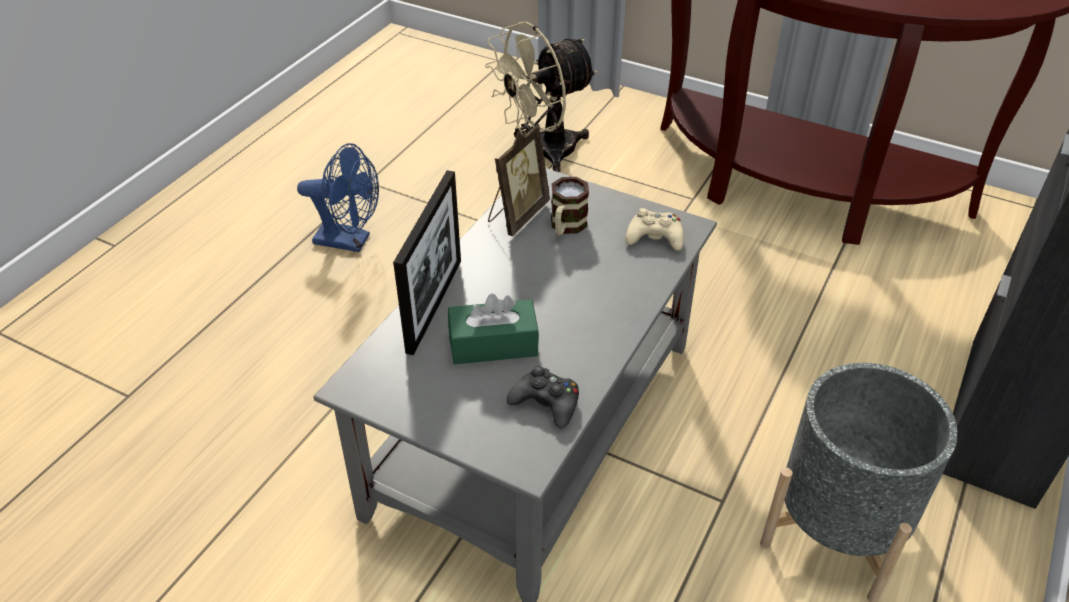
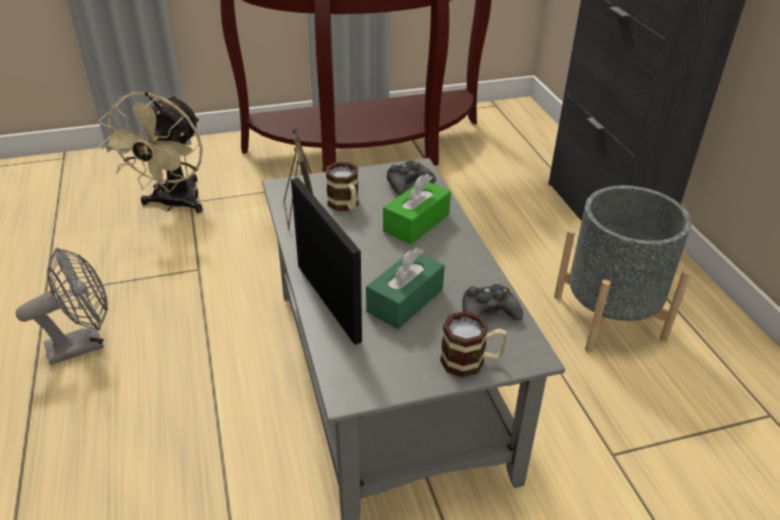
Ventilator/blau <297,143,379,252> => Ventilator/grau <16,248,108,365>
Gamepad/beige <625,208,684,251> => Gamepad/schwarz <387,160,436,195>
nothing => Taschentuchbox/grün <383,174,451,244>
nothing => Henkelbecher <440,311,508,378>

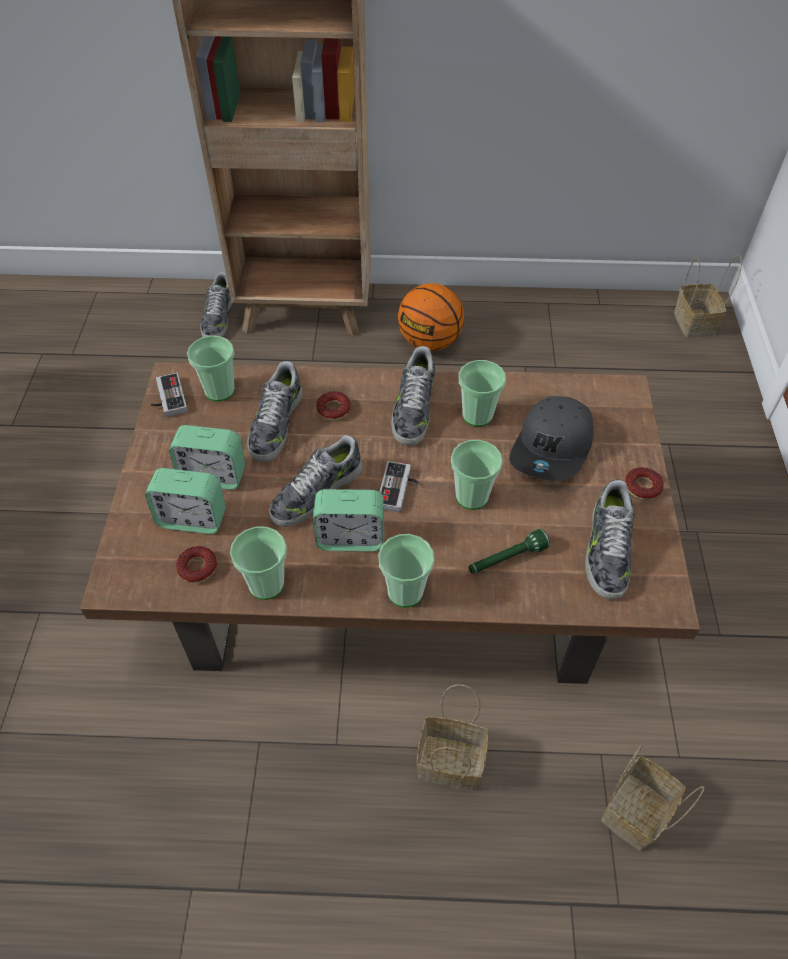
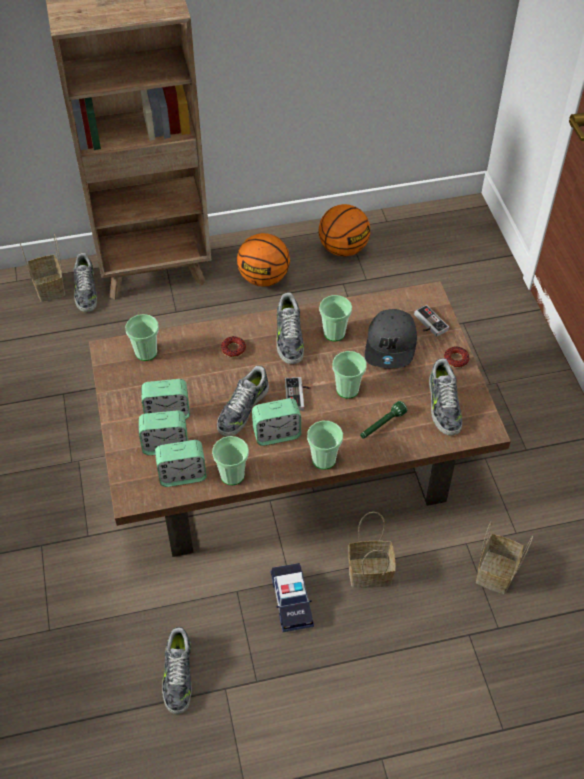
Gamepad <151,372,188,417> => Gamepad <414,305,449,337>, shifted
Donut <176,546,217,583> => Wecker <155,440,207,487>
Schuh <247,361,302,462> => Schuh <162,627,192,714>, shifted
Korb <674,255,742,337> => Korb <20,234,65,302>, shifted
nothing => Spielzeugauto <270,563,314,632>
nothing => Basketball <318,204,370,256>

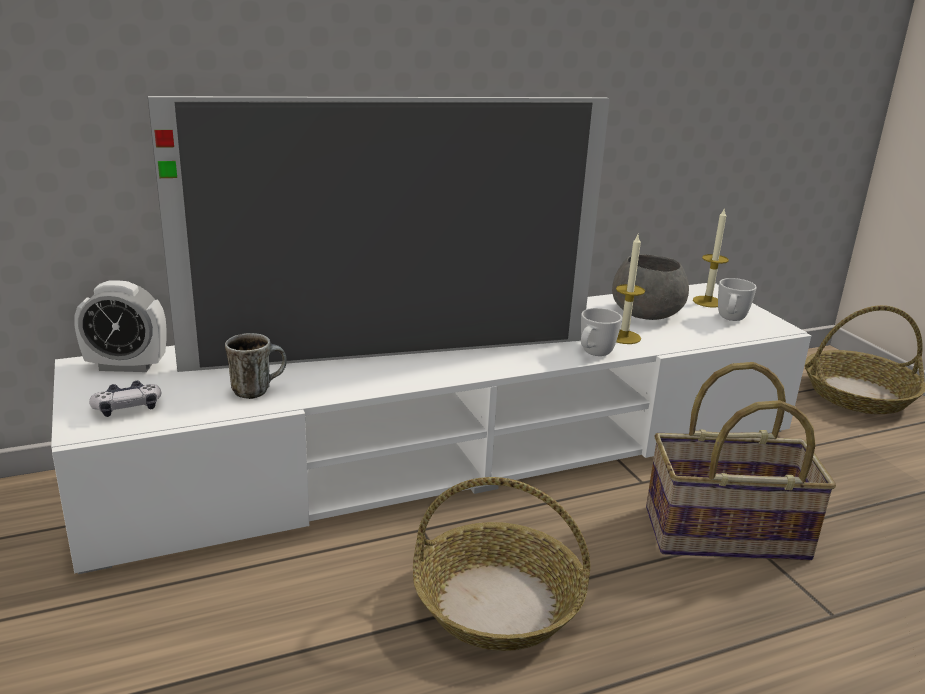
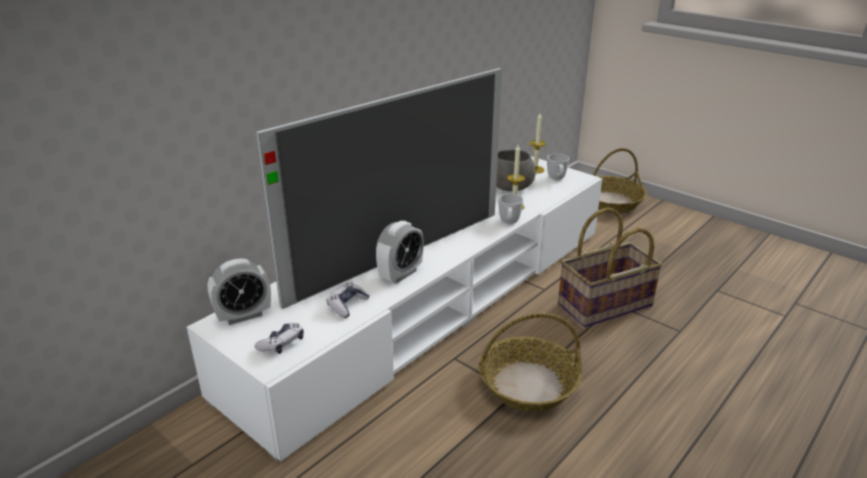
Henkelbecher <225,333,287,399> => Gamepad <327,282,370,318>
nothing => Wecker <376,221,424,284>

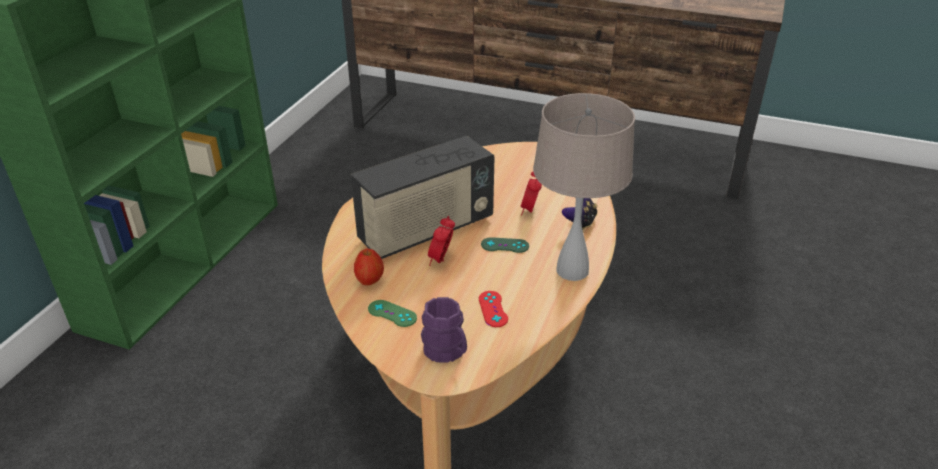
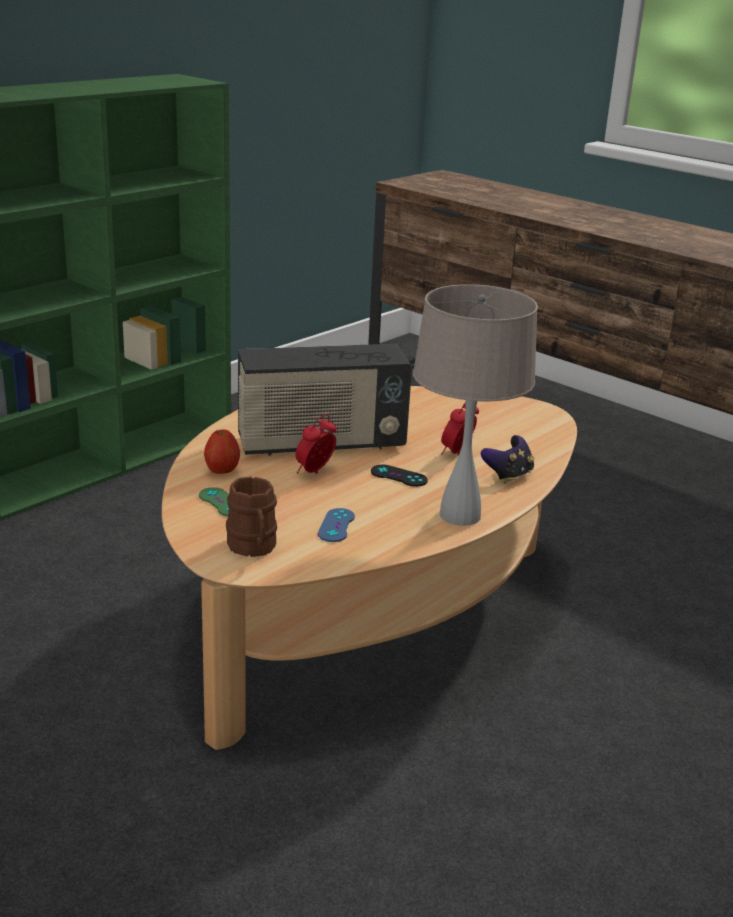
Henkelbecher/lila <421,297,467,363> => Henkelbecher/braun <226,476,277,557>
Gamepad/rot <479,291,508,327> => Gamepad/blau <318,508,355,542>
Gamepad/grün <481,237,529,253> => Gamepad/schwarz <371,465,428,487>

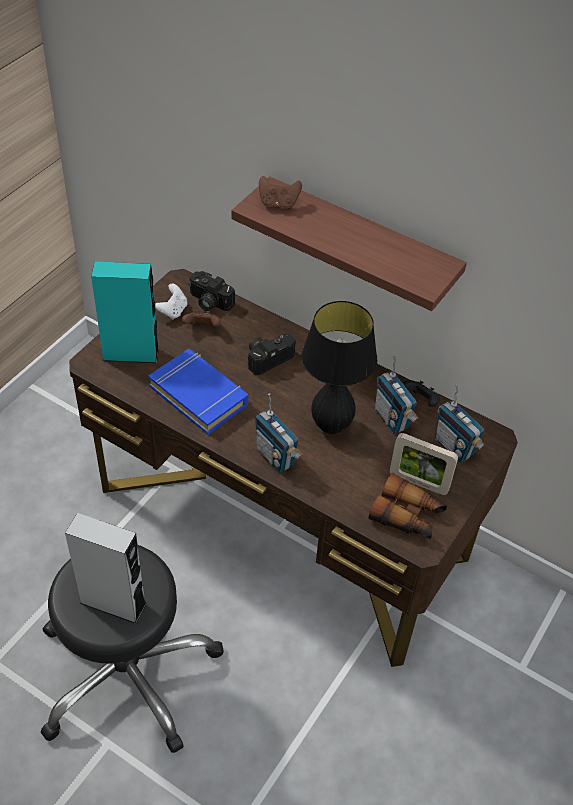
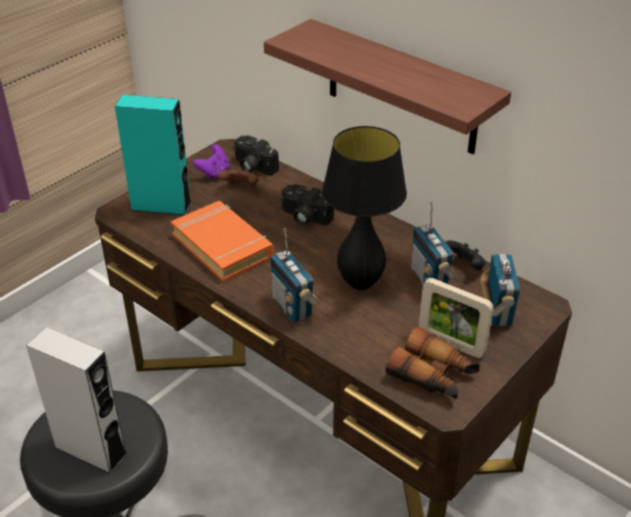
Buch/blau <148,349,248,435> => Buch/orange <171,201,273,282>
Gamepad/weiß <155,284,187,320> => Gamepad/lila <193,145,229,179>
Kamera <248,333,296,376> => Kamera <281,184,334,226>, 120 degrees counterclockwise
Gamepad/braun <259,176,302,209> => nothing
Radio <435,384,484,463> => Radio <481,254,520,326>, 150 degrees counterclockwise

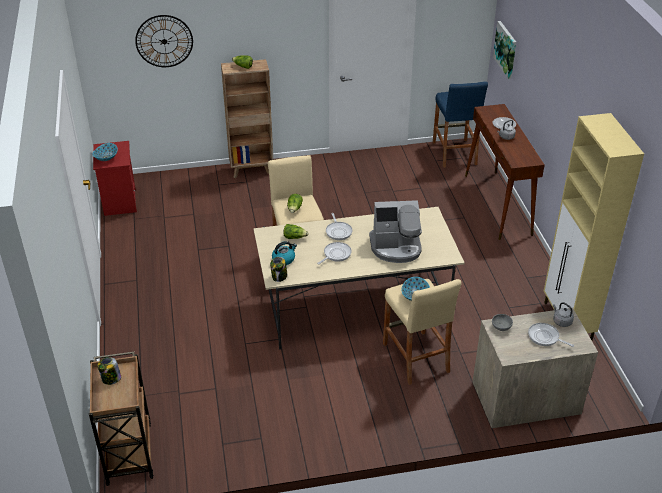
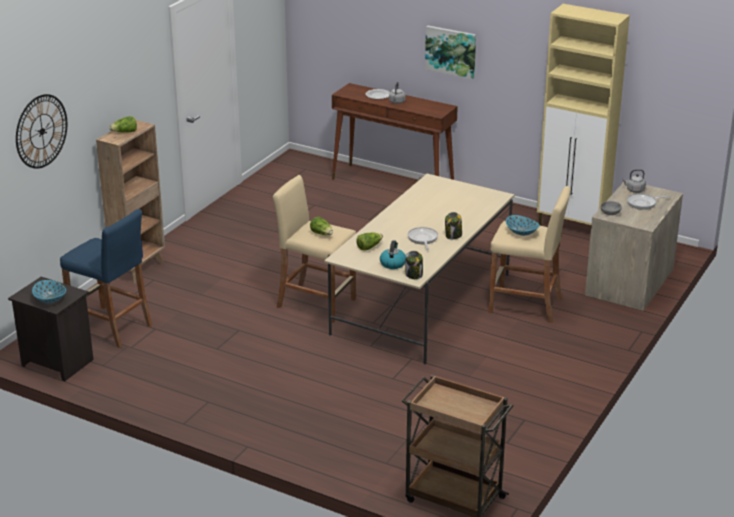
Nachttisch/rot <93,141,137,216> => Nachttisch/schwarz <8,277,94,381>
Vorratsglas <98,357,121,385> => Vorratsglas <445,212,462,240>, shifted
Pfanne <326,213,352,240> => nothing
Kaffeemaschine <369,200,422,263> => nothing
Hocker/blau <433,81,488,168> => Hocker/blau <60,209,152,348>, shifted
Bild <493,21,516,79> => Bild <425,26,476,79>, shifted

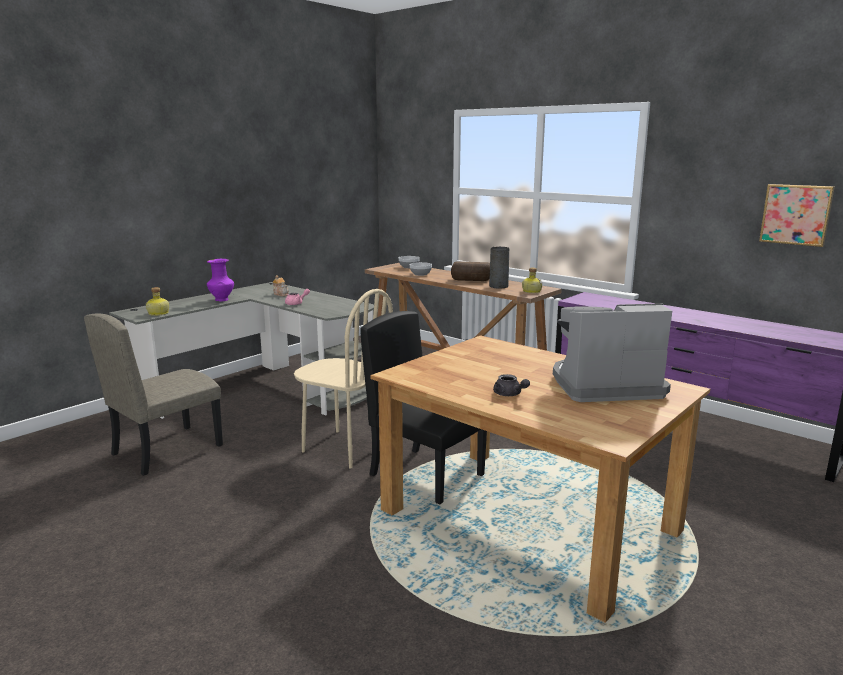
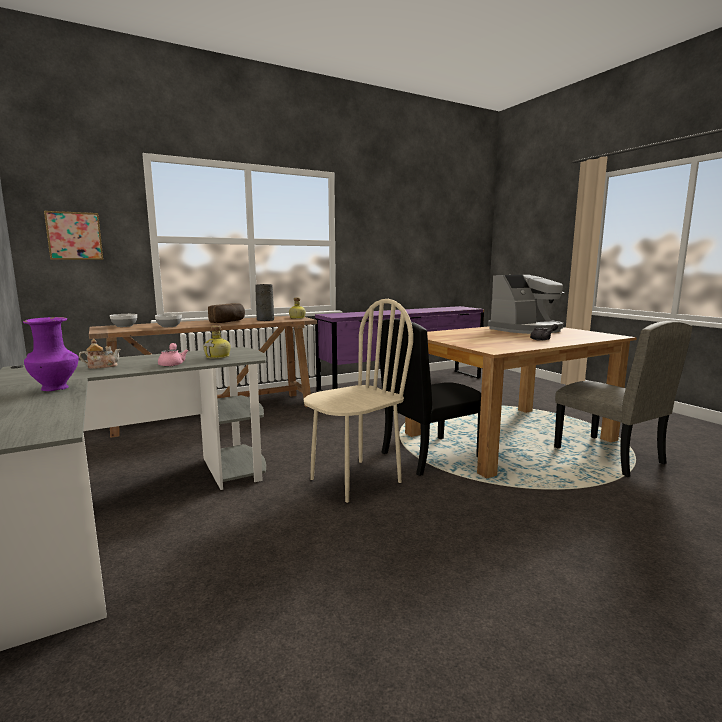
Stuhl/beige <84,313,223,476> => Stuhl/beige <554,321,692,477>, shifted
Flasche <146,287,169,316> => Flasche <203,325,231,359>, shifted
Kaffeemaschine <553,303,672,402> => Kaffeemaschine <488,275,565,334>, 135 degrees counterclockwise
Bild <759,184,835,247> => Bild <44,211,103,260>, shifted

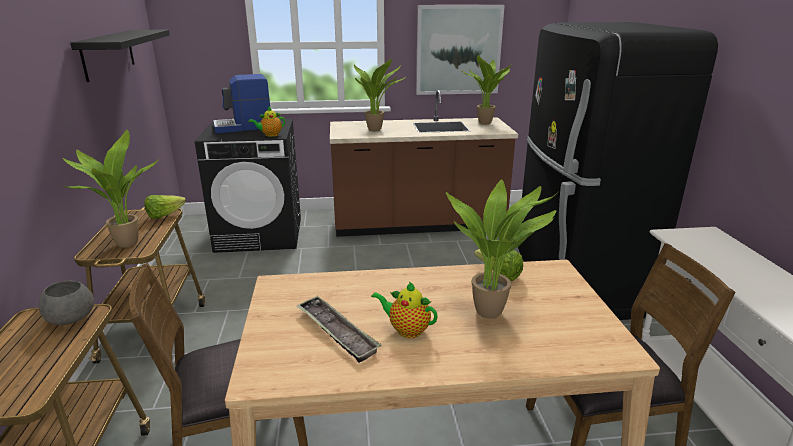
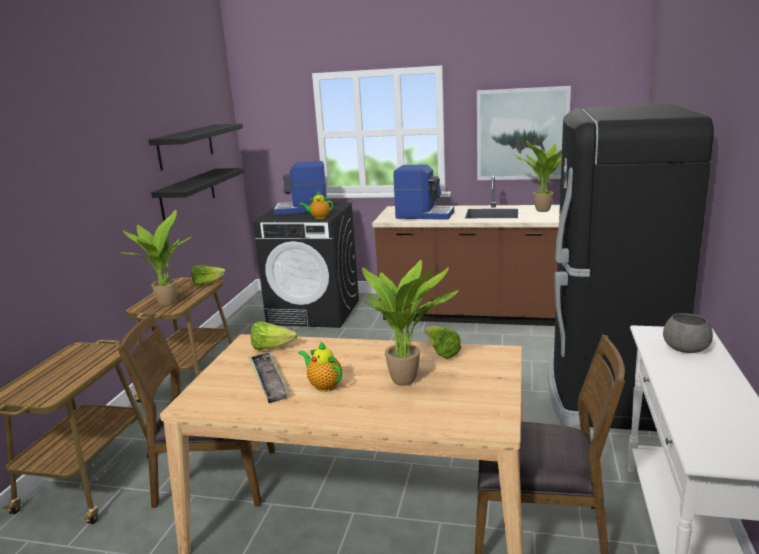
Schüssel/grau <39,281,94,325> => Schüssel/grau <663,313,713,353>, shifted
Topfpflanze <354,59,404,131> => Kaffeemaschine <393,165,454,220>
nothing => Wandregal/schwarz <151,168,244,221>
nothing => Salatkopf <251,321,298,350>

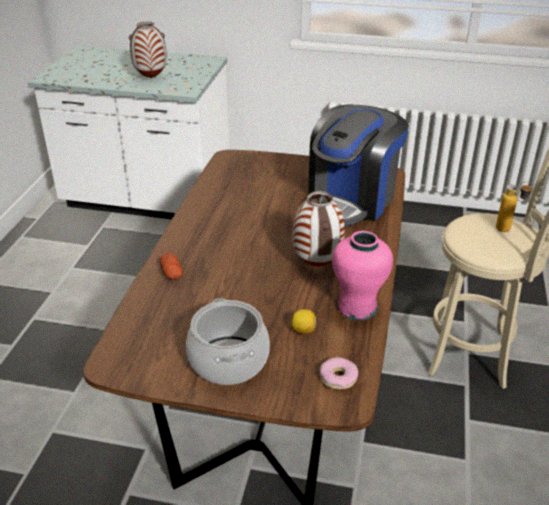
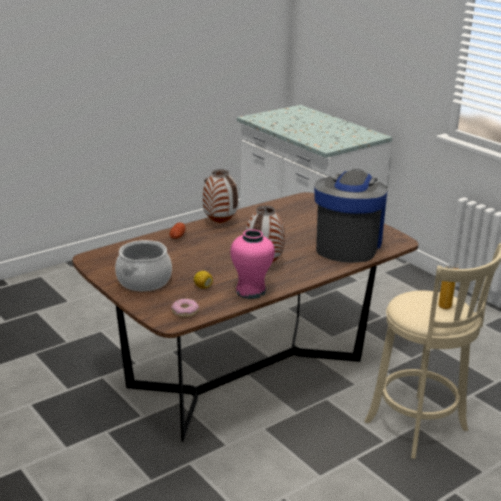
Vase <129,21,167,78> => Vase <203,169,238,223>, shifted
Kaffeemaschine <308,104,409,226> => Kaffeemaschine <314,169,388,263>, 120 degrees clockwise

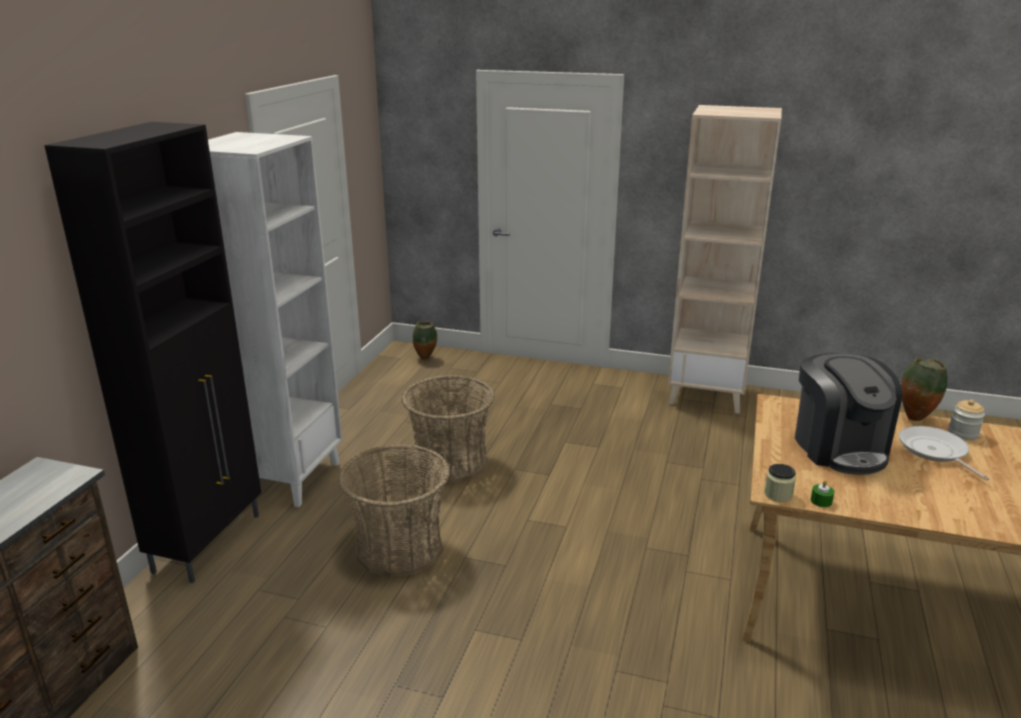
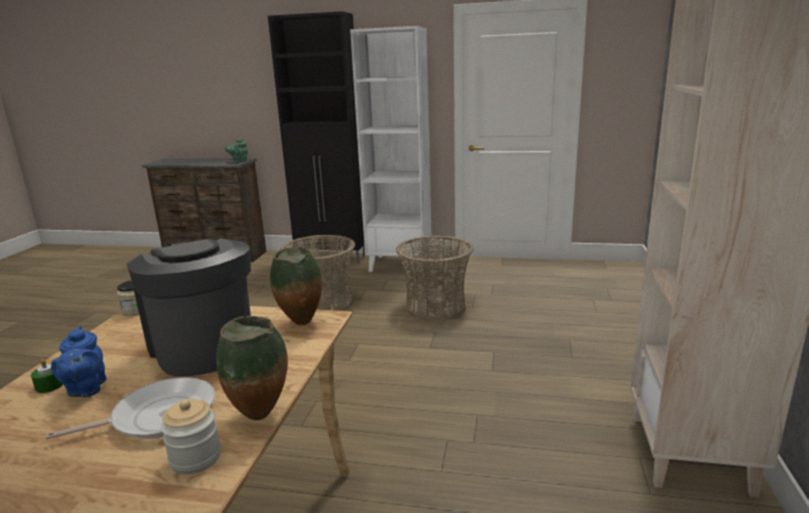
Vase <413,321,437,360> => Vase <270,247,322,325>, shifted
Kaffeemaschine <795,353,902,475> => Kaffeemaschine <127,238,251,376>, 75 degrees clockwise
Kerze/grün <811,480,834,507> => Kerze/grün <31,359,64,393>, shifted
nothing => Teekanne/blau <51,326,106,397>
nothing => Teekanne/grün <224,139,248,163>

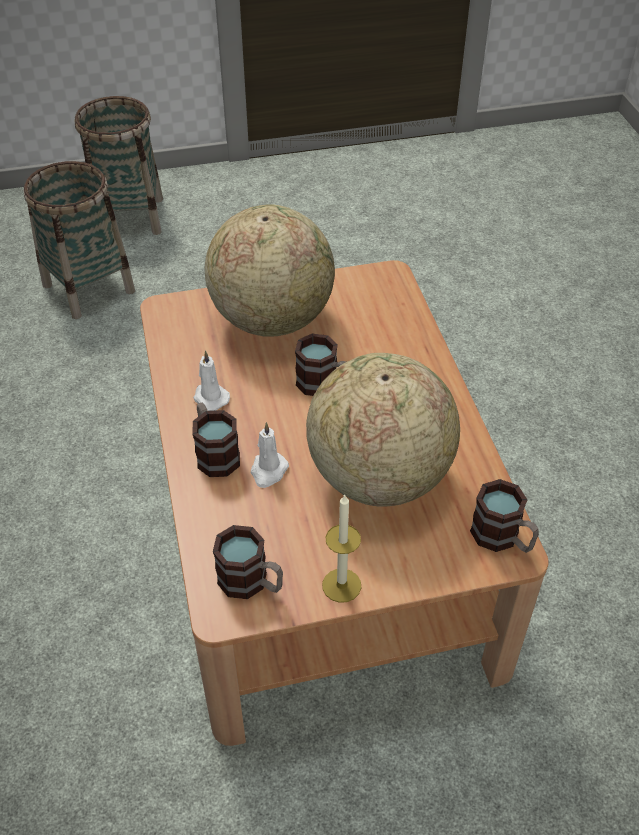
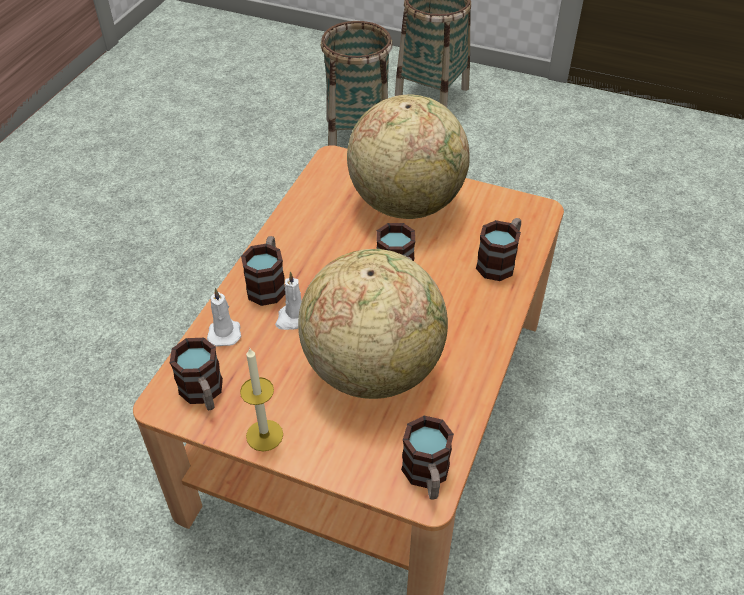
Kerze/weiß <193,350,230,411> => Kerze/weiß <207,288,241,347>, shifted
nothing => Henkelbecher <476,218,521,281>

